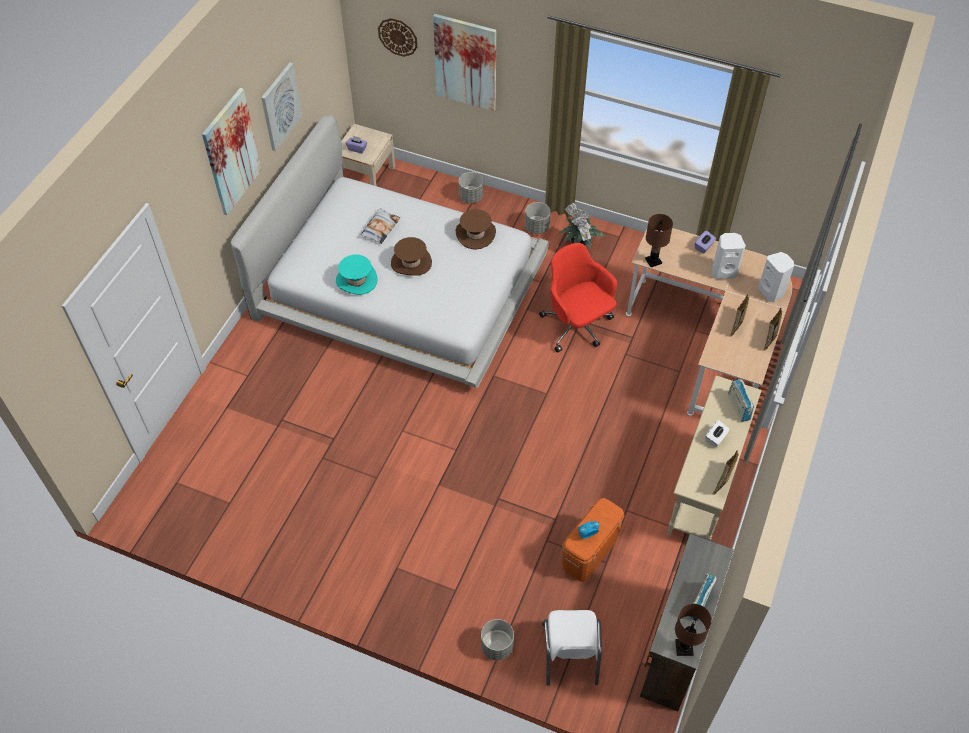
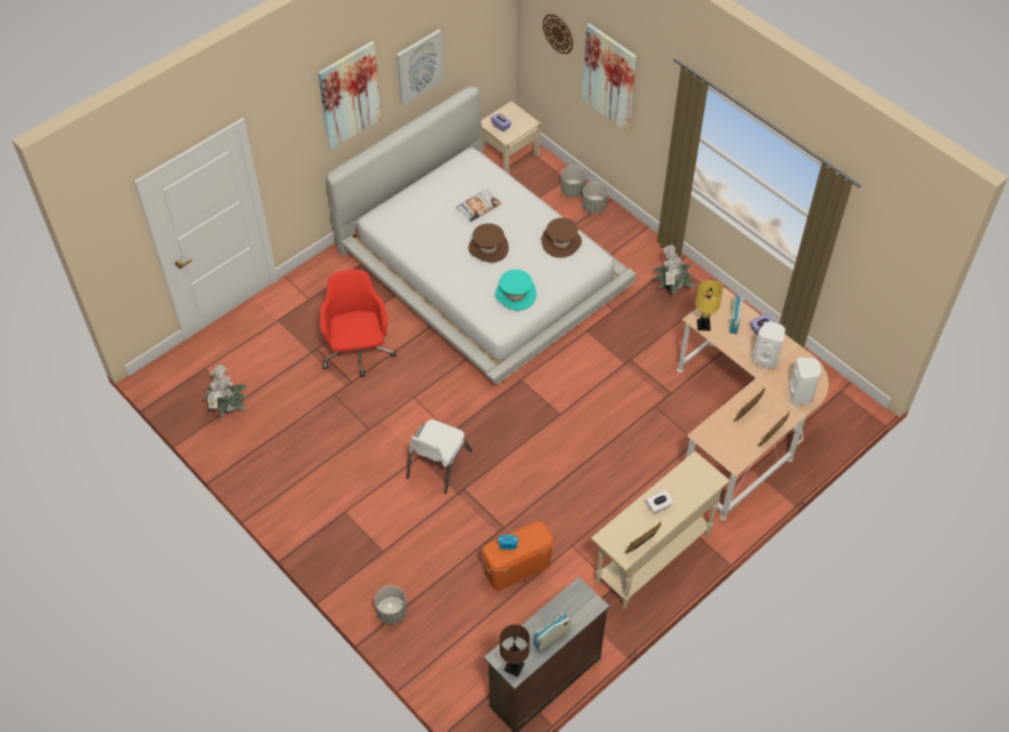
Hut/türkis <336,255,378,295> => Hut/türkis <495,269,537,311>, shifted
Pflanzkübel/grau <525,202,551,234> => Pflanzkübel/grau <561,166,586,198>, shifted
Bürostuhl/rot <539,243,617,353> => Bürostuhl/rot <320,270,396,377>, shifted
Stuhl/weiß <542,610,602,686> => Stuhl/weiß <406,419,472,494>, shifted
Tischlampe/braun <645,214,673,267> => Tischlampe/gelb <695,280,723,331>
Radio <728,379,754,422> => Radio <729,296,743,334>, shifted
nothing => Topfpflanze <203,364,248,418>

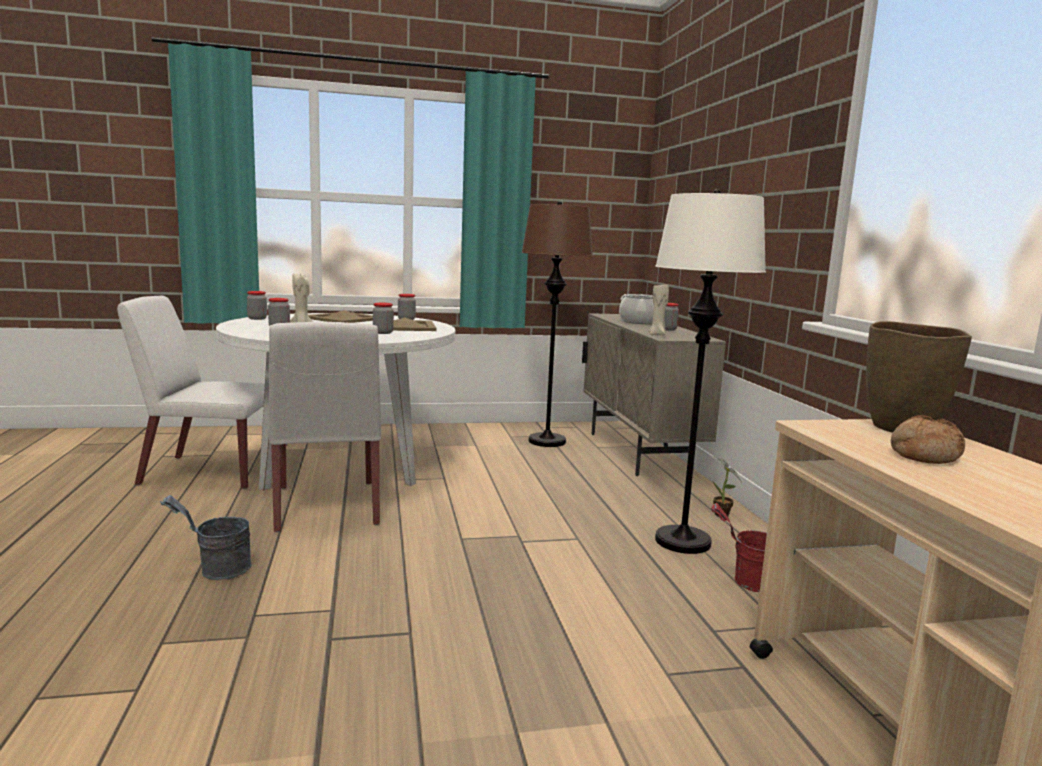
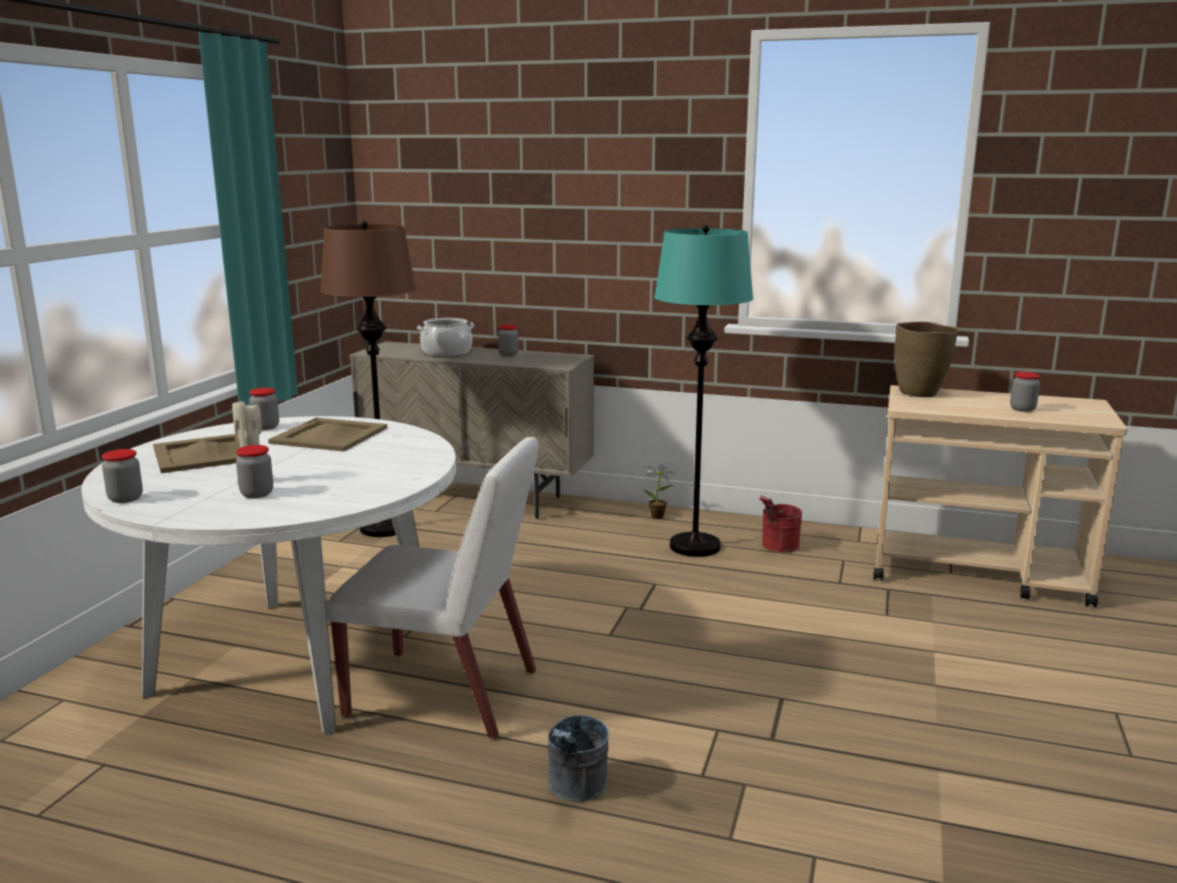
Stuhl/weiß <117,296,265,489> => nothing
Vorratsglas <373,303,394,334> => Vorratsglas <1010,372,1040,412>, shifted
Kerze/beige <649,283,669,335> => nothing
Stehlampe/weiß <655,189,766,554> => Stehlampe/türkis <654,225,754,557>
Brot <890,415,965,464> => nothing

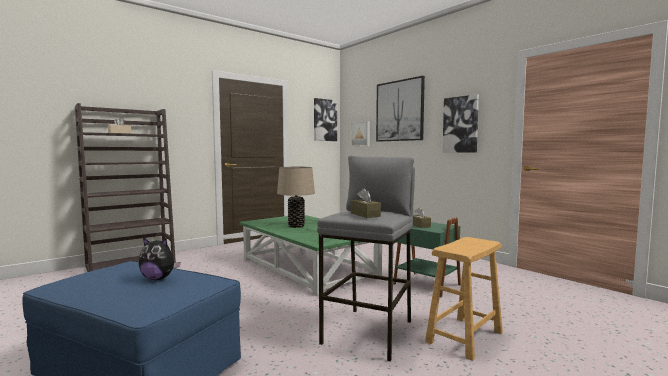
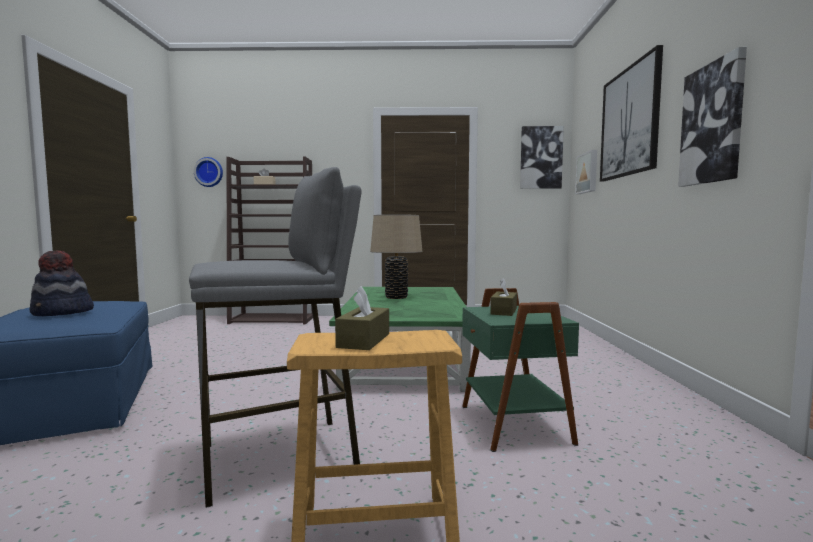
Plüschtier <139,237,180,280> => Hut <30,250,94,316>
Taschentuchbox/braun <351,188,381,218> => Taschentuchbox/braun <335,286,389,350>, shifted
nothing => Wanduhr <194,157,223,187>

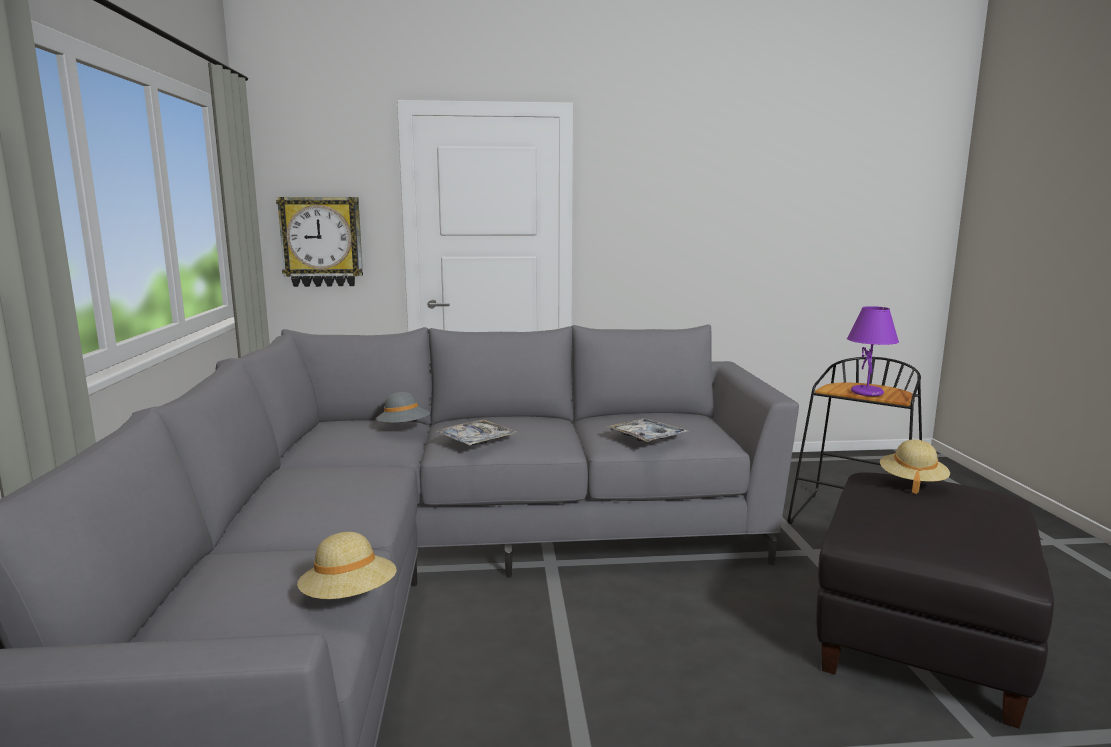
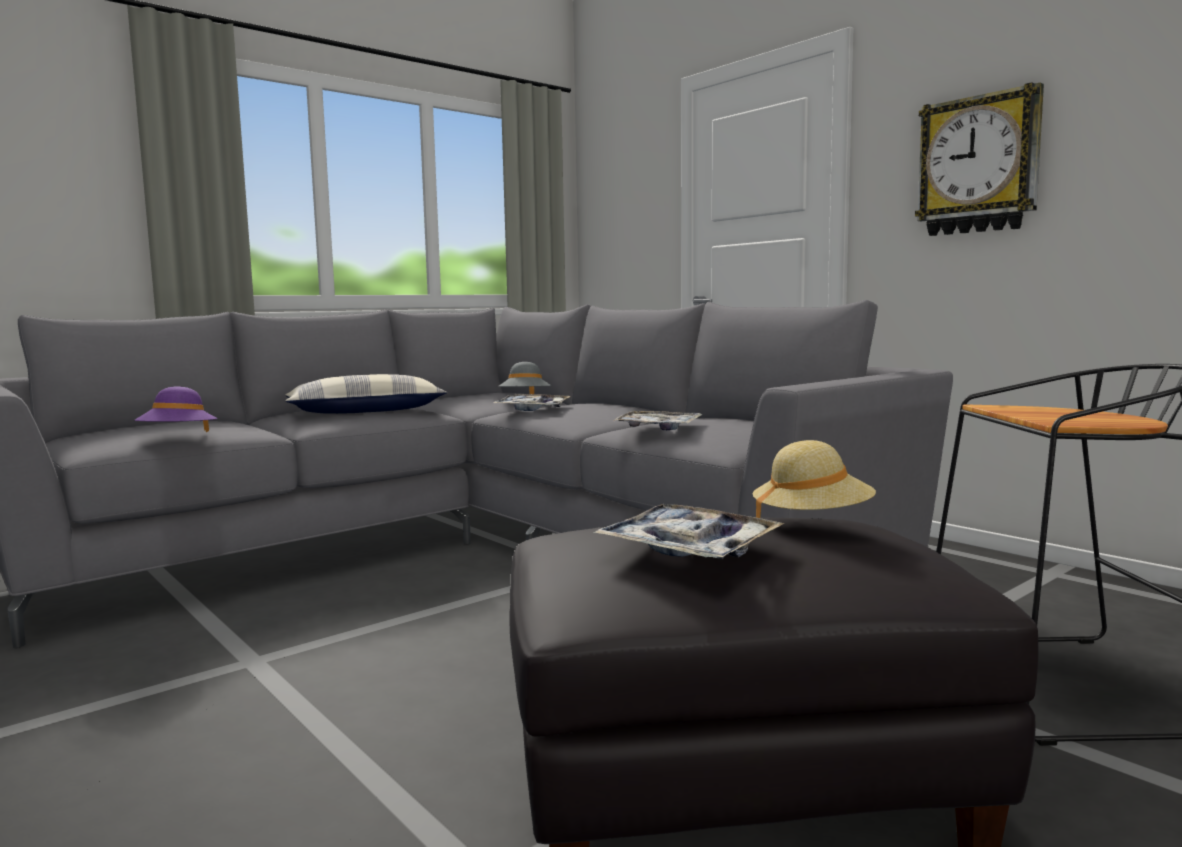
Wanduhr <276,197,363,287> => Wanduhr <915,82,1044,236>, shifted
Hut/beige <297,532,397,599> => Hut/lila <135,386,217,432>
Tischlampe/lila <847,306,899,396> => nothing
nothing => Kissen <285,374,447,414>
nothing => Tablett <593,504,784,560>

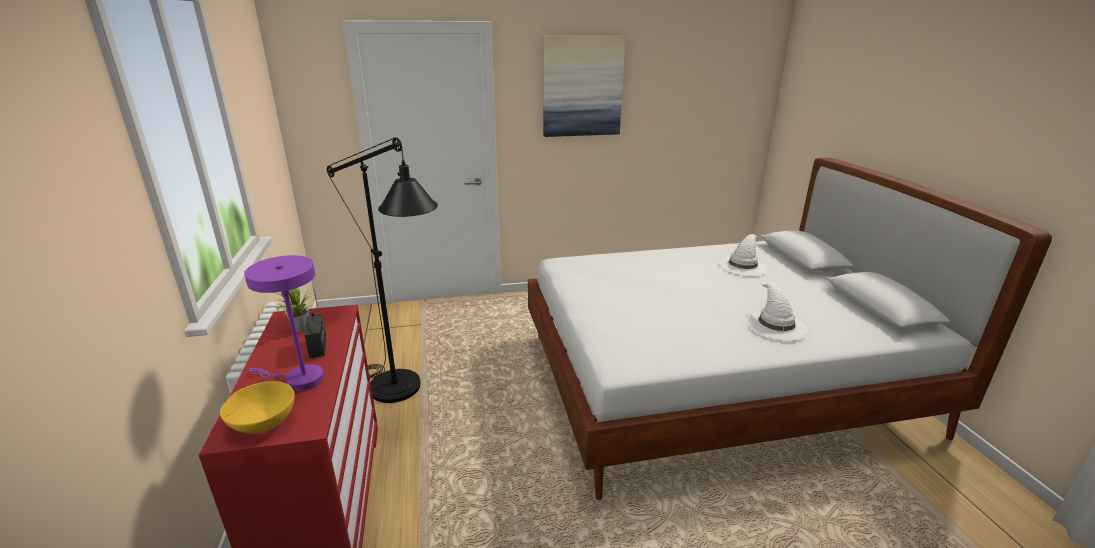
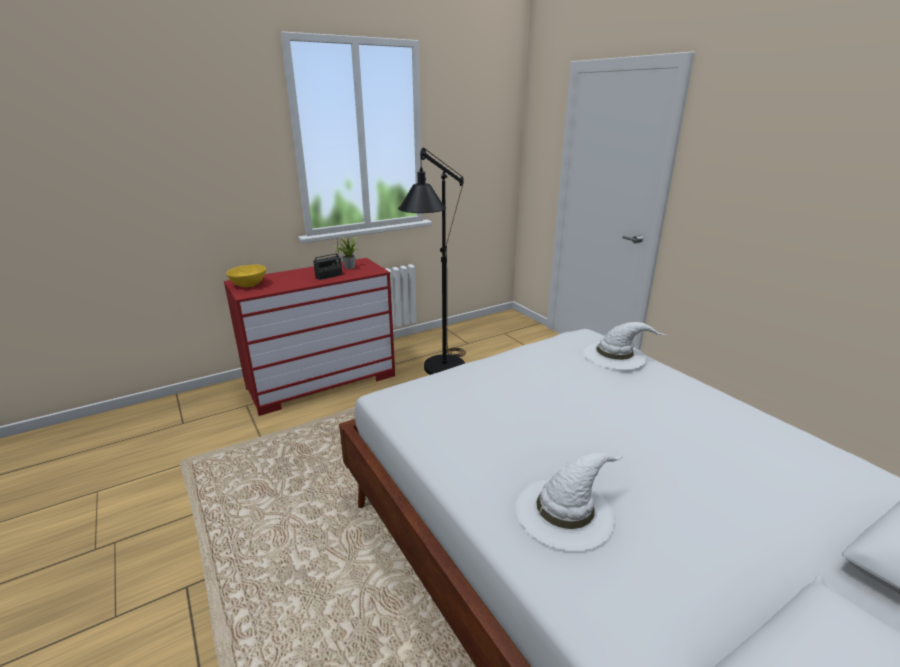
Tischlampe/lila <244,255,324,391> => nothing
Bild <543,36,626,137> => nothing
Hut/weiß <718,234,768,276> => Hut/weiß <584,322,666,370>, shifted

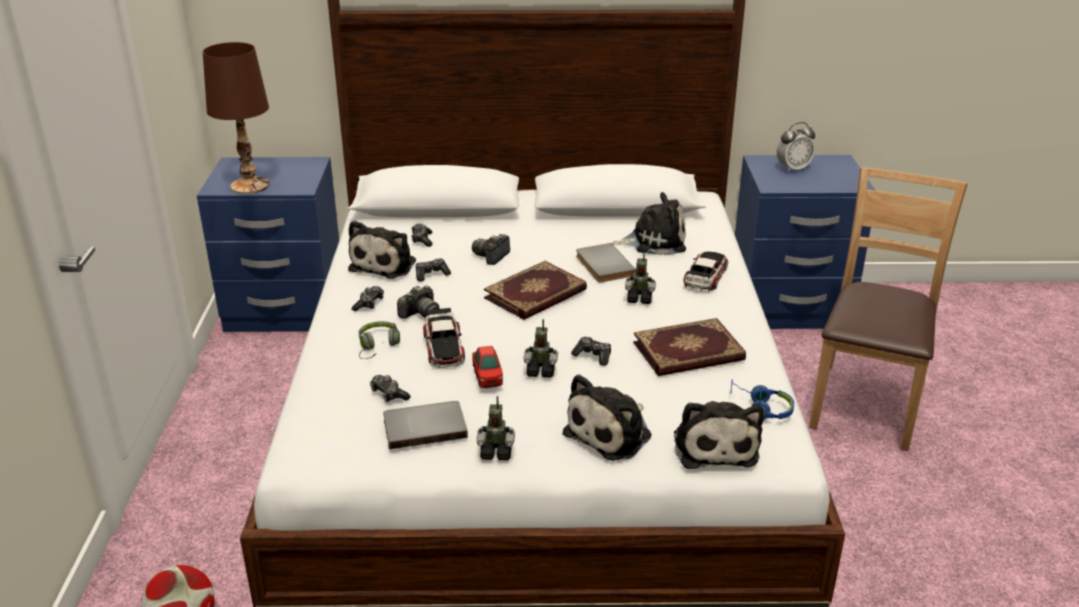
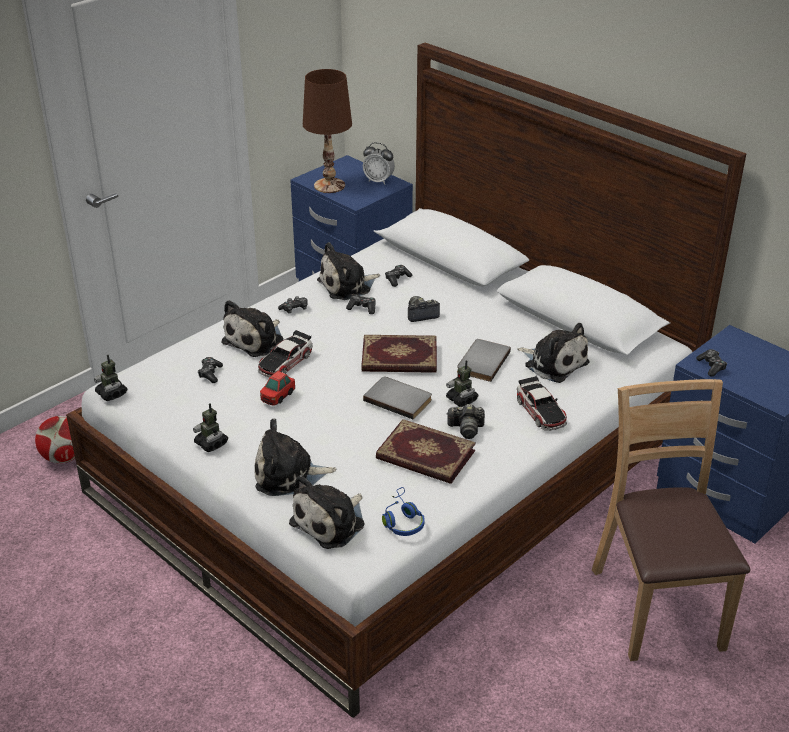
Kopfhörer/grau <359,321,400,359> => Plüschtier <221,300,284,357>
Buch/grau <383,401,468,449> => Buch/grau <363,377,432,420>, shifted
Kamera <397,285,440,319> => Kamera <447,404,485,439>, shifted
Spielzeugroboter <524,319,558,378> => Spielzeugroboter <94,355,127,401>, shifted
Gamepad <571,337,611,366> => Gamepad <696,349,727,377>, shifted
Spielzeugauto <683,252,728,292> => Spielzeugauto <517,376,567,431>, 90 degrees clockwise
Wecker <777,122,815,172> => Wecker <363,142,395,185>, shifted
Stuhl/braun <809,167,968,451> => Stuhl/braun <592,379,751,661>, 75 degrees counterclockwise

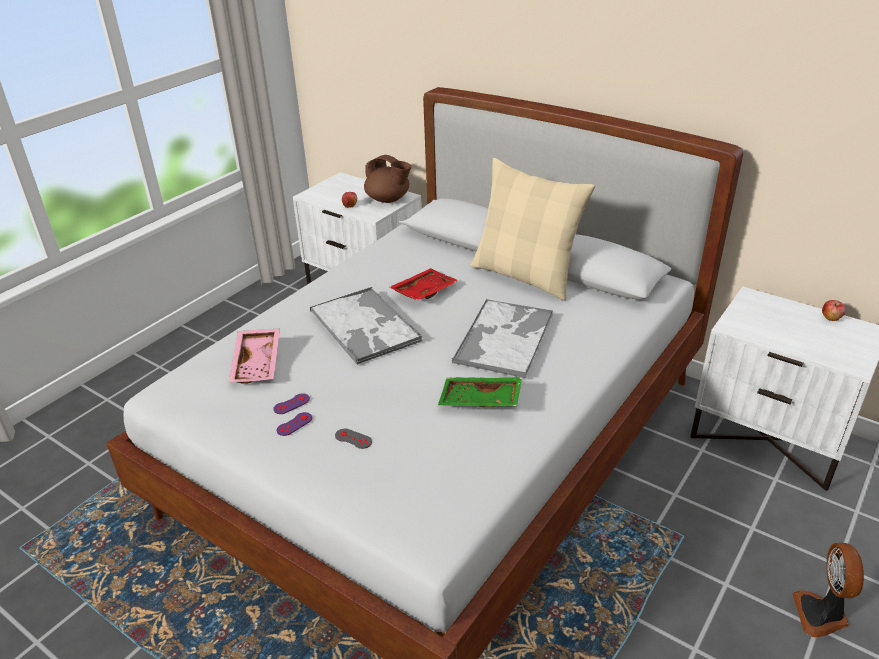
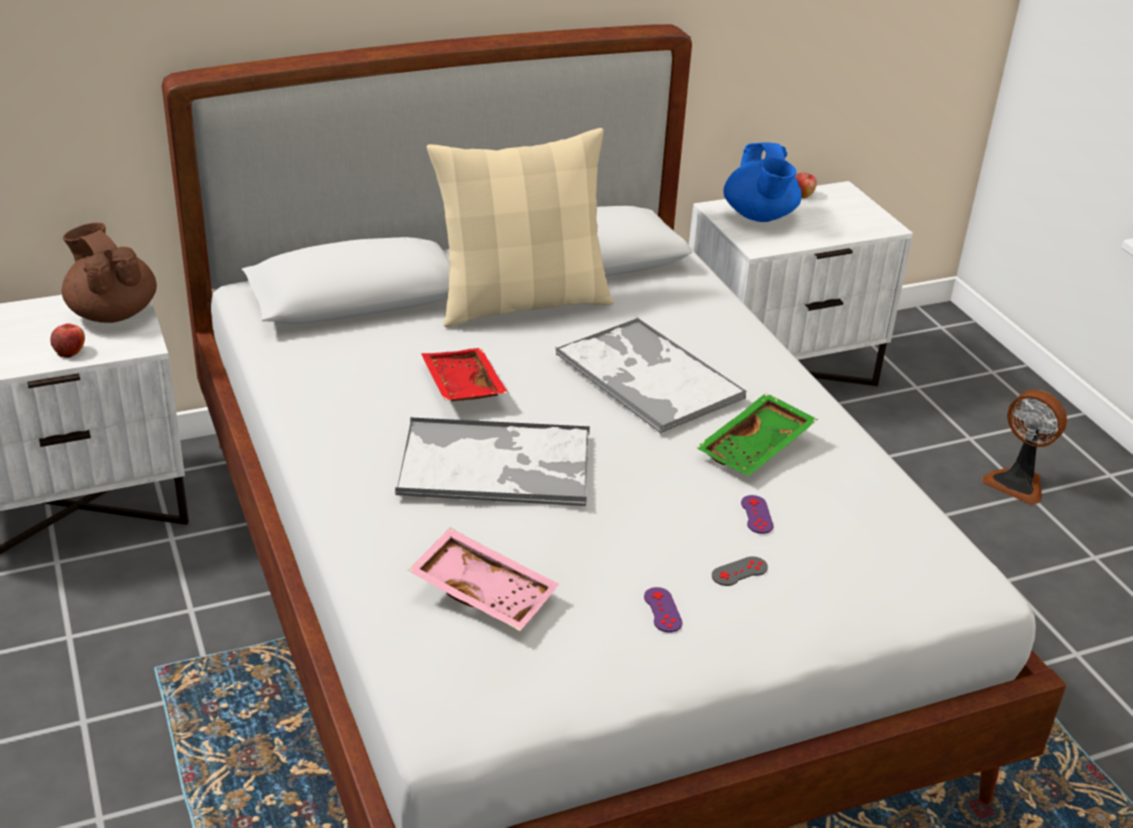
Gamepad/lila <273,394,310,414> => Gamepad/lila <741,495,773,534>, shifted
Teekanne/braun <364,155,411,203> => Teekanne/braun <62,223,157,323>, 105 degrees counterclockwise
nothing => Teekanne/blau <723,143,802,222>

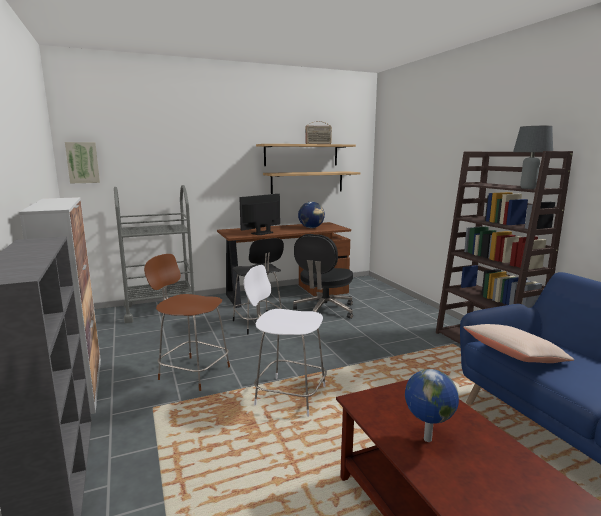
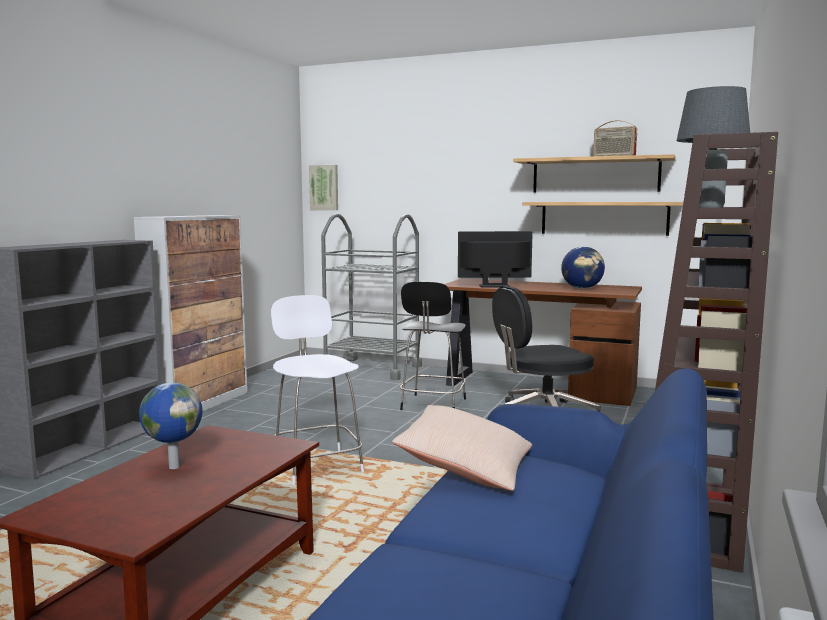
Stuhl/braun <144,254,230,391> => nothing

